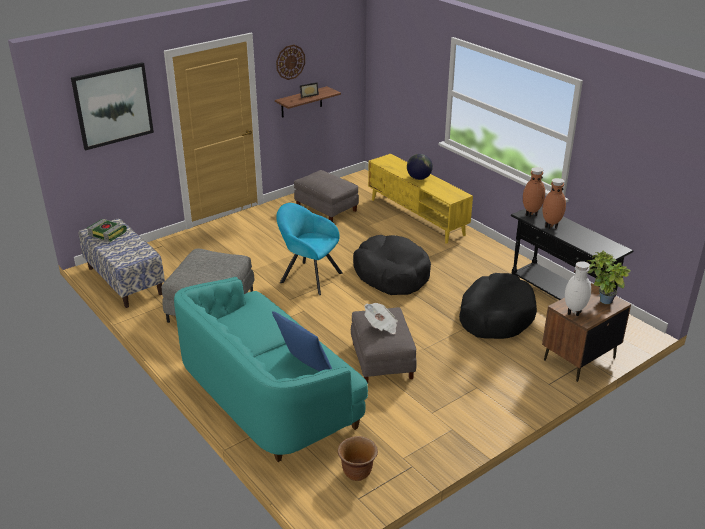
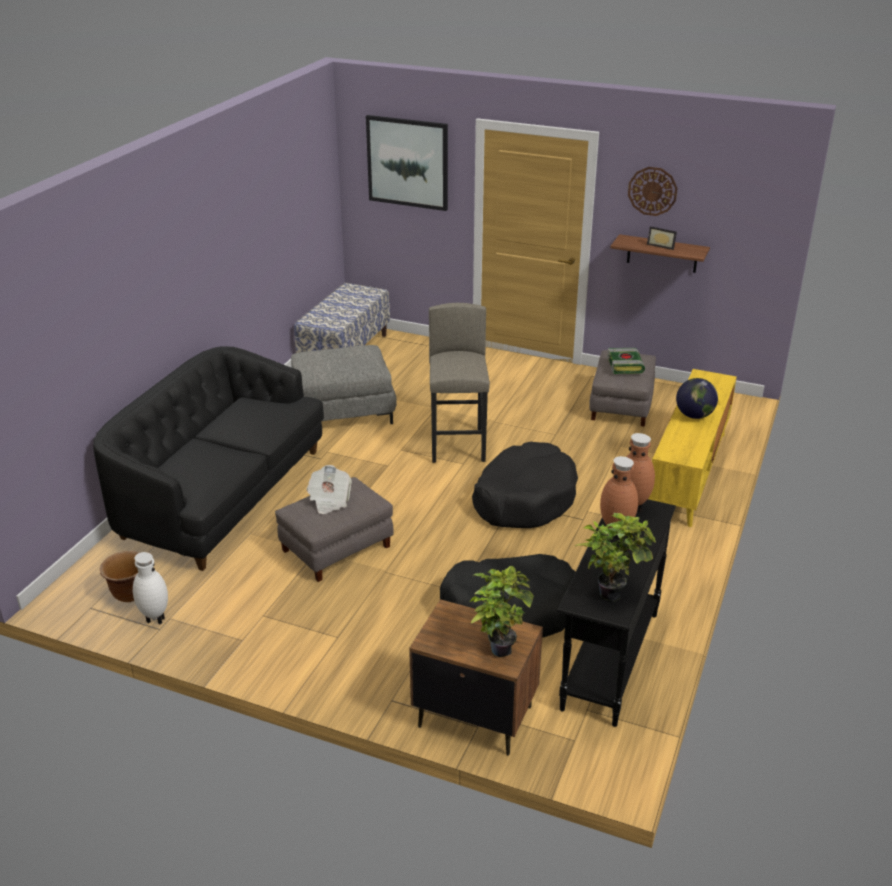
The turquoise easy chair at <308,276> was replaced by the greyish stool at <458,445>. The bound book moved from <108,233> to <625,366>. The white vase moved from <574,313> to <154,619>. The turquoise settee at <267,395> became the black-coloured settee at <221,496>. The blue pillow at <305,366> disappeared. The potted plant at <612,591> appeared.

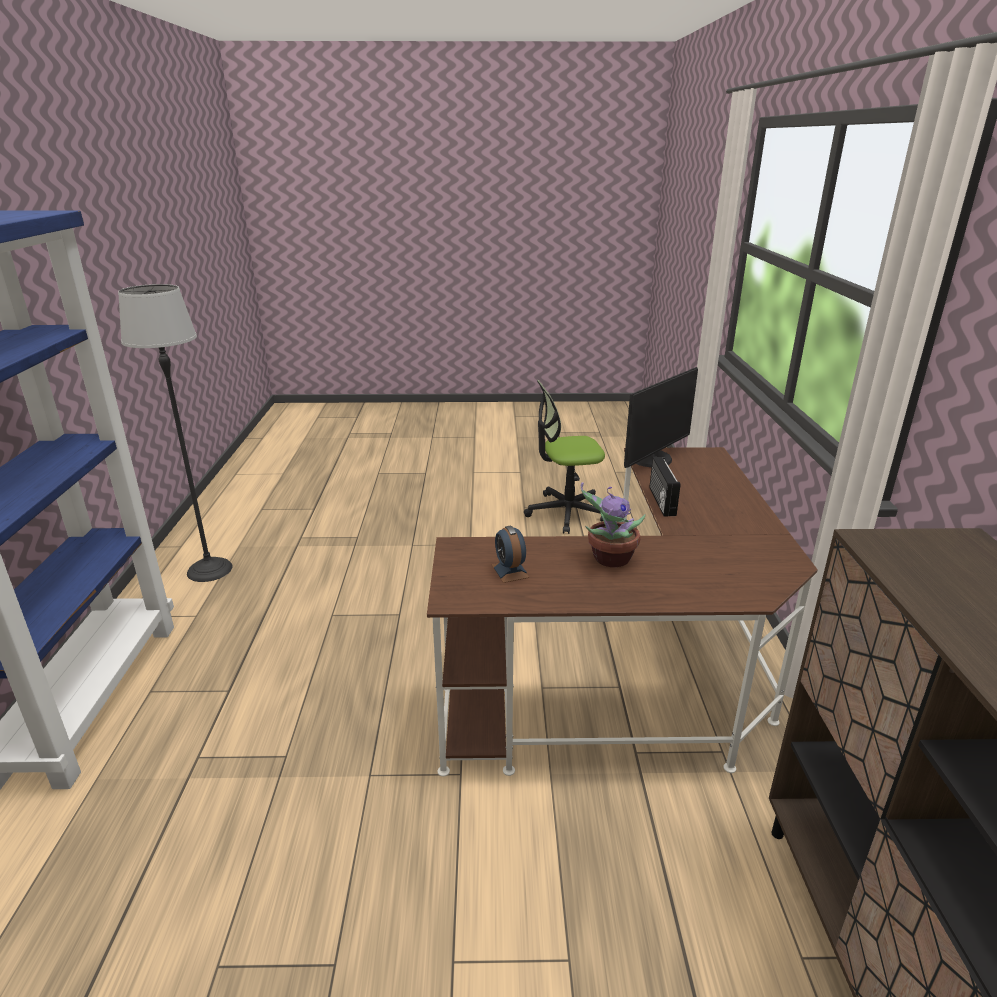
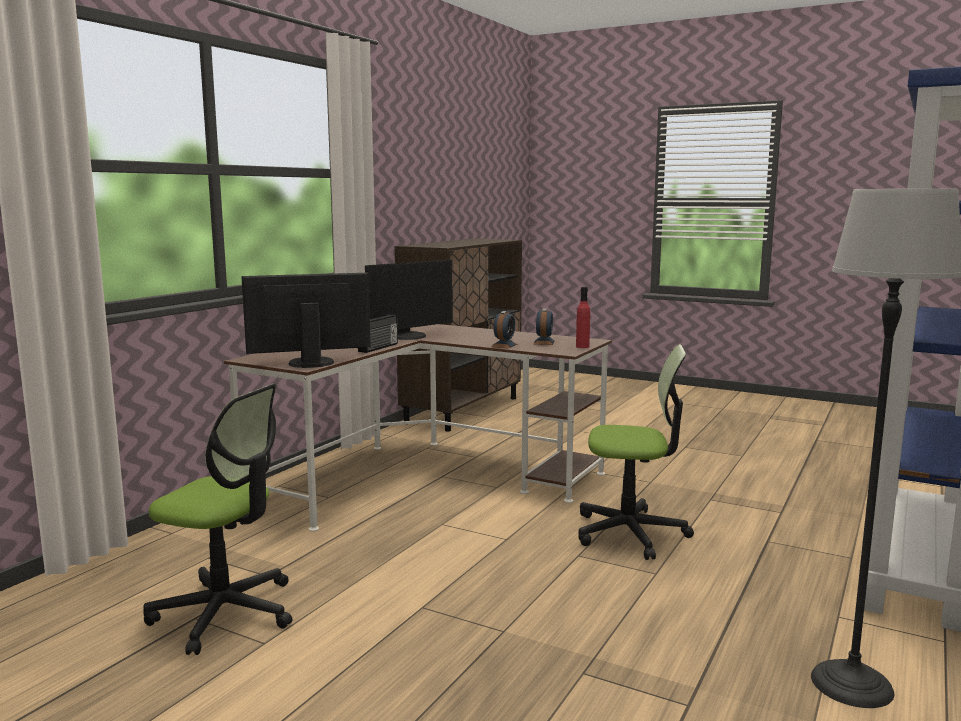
The potted plant at <609,559> disappeared. The computer display at <408,336> appeared. The red-coloured bottle at <582,346> appeared. The table clock at <504,345> appeared. The desk chair at <630,533> appeared.

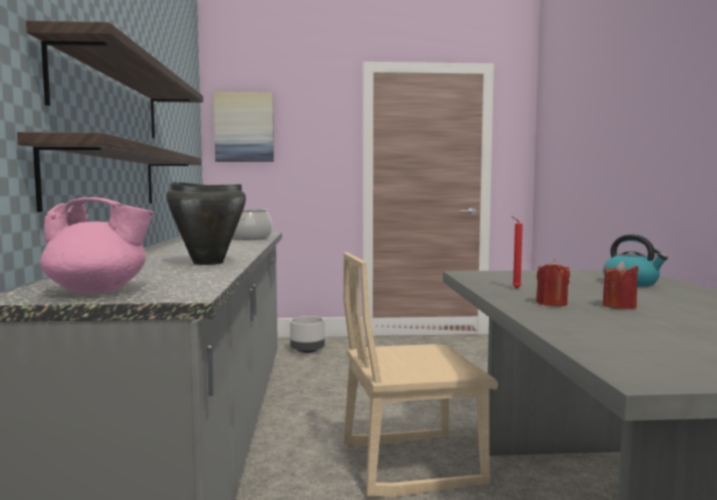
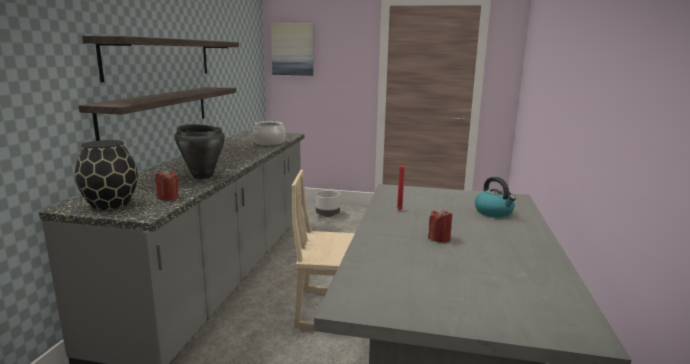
The pink teapot at <99,291> was replaced by the black-coloured vase at <110,204>. The red-coloured wax light moved from <551,303> to <168,197>.

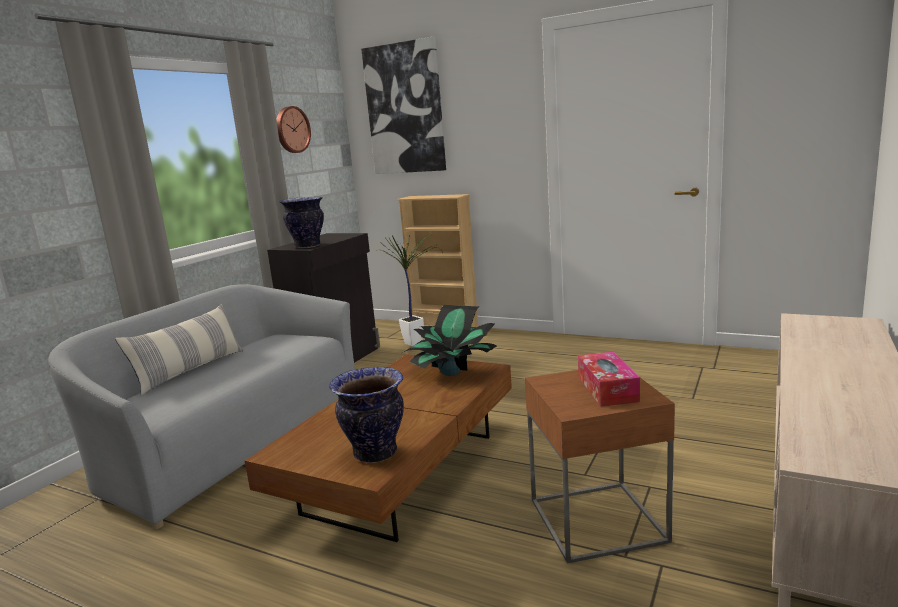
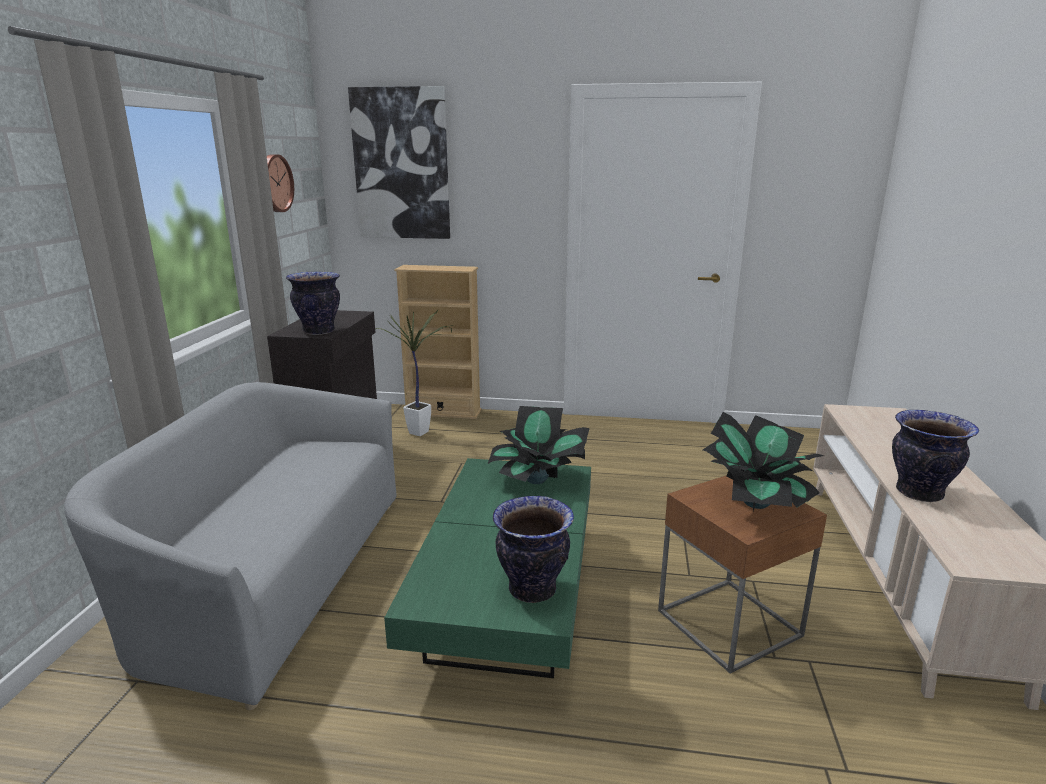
The pillow at <190,370> disappeared. The box of tissues at <607,389> was replaced by the potted plant at <756,502>. The brown low table at <402,472> became the greenish low table at <507,594>. The vase at <918,493> appeared.

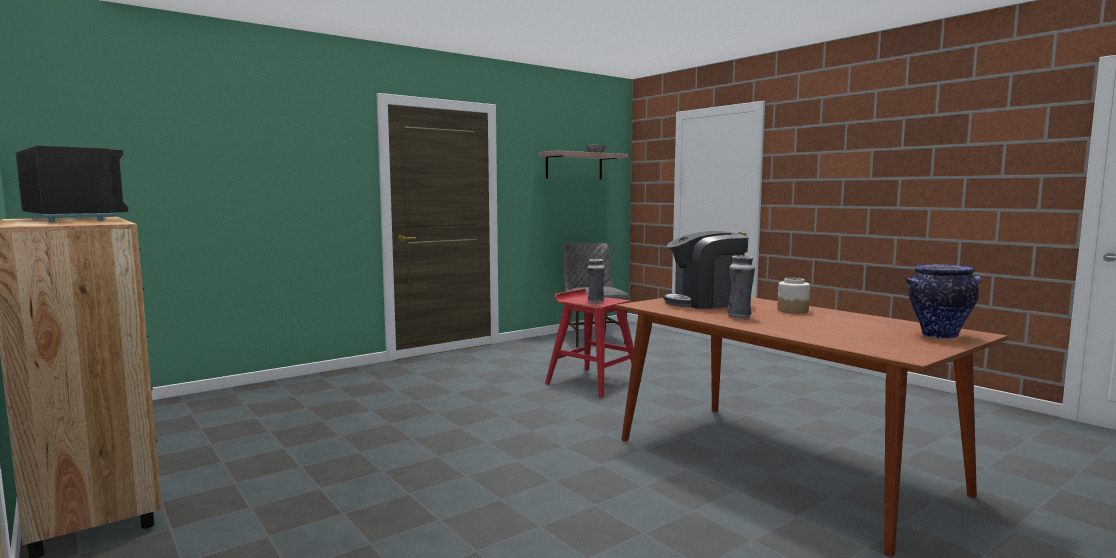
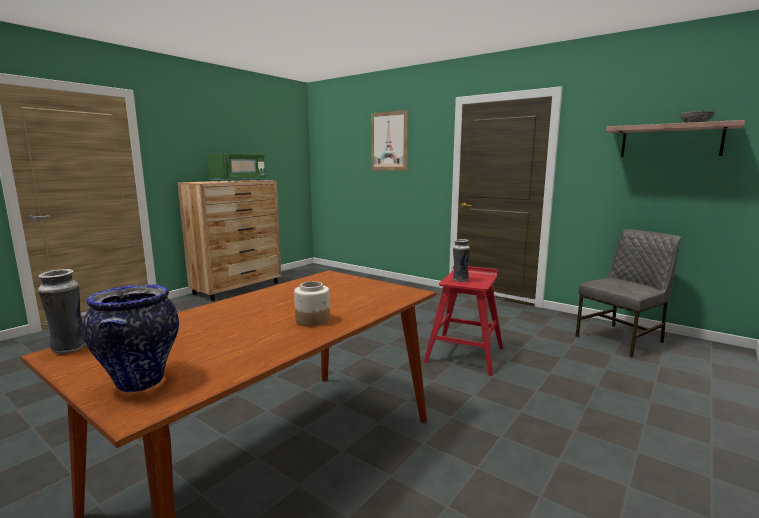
The black-coloured microwave at <72,219> became the greenish microwave at <239,181>. The coffee machine at <705,302> disappeared. The vase moved from <739,316> to <69,349>. The wall picture at <389,141> appeared.

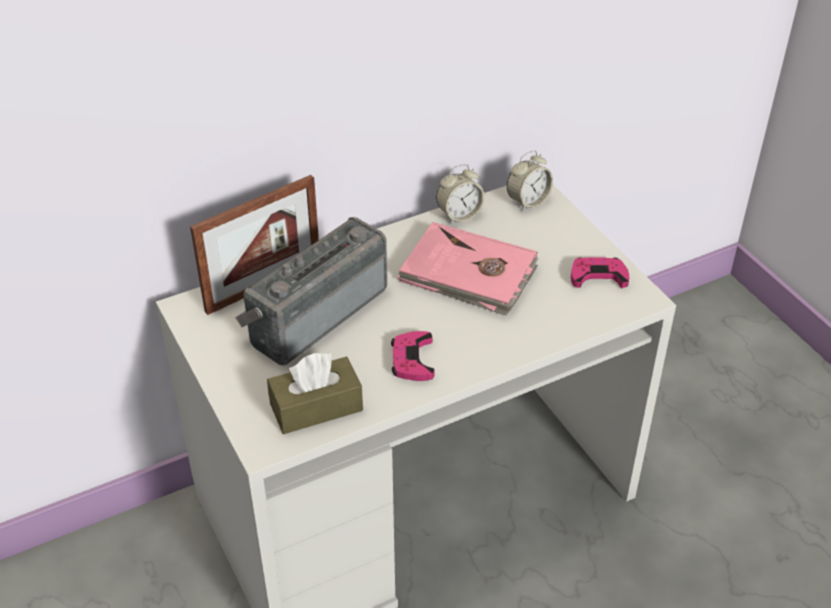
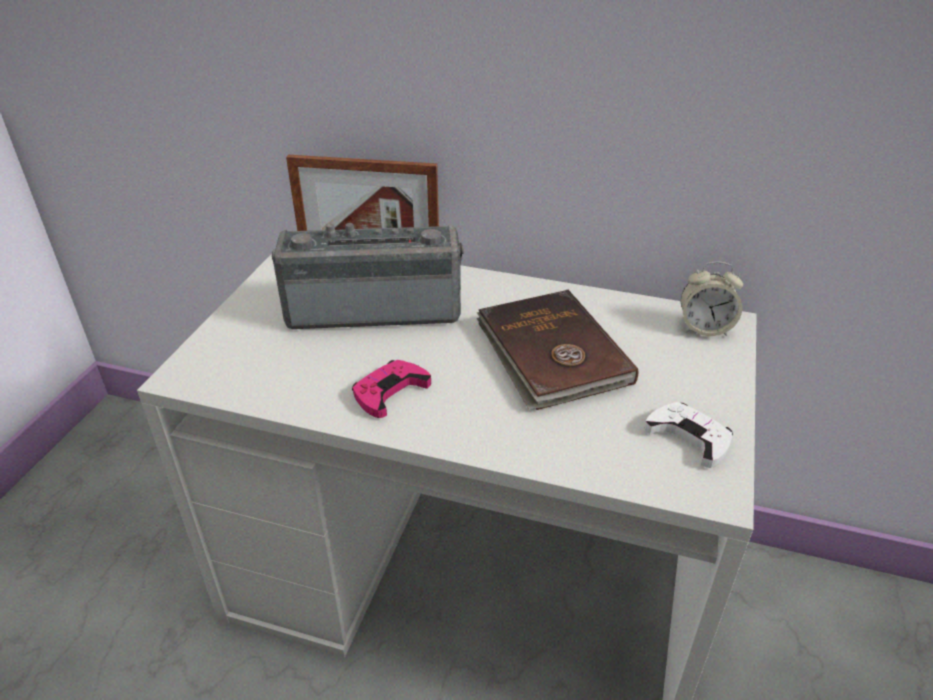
The table clock at <459,215> disappeared. The pink bound book at <468,274> became the brown bound book at <551,354>. The pink gamepad at <598,276> became the white gamepad at <689,437>. The brown box of tissues at <316,407> disappeared.

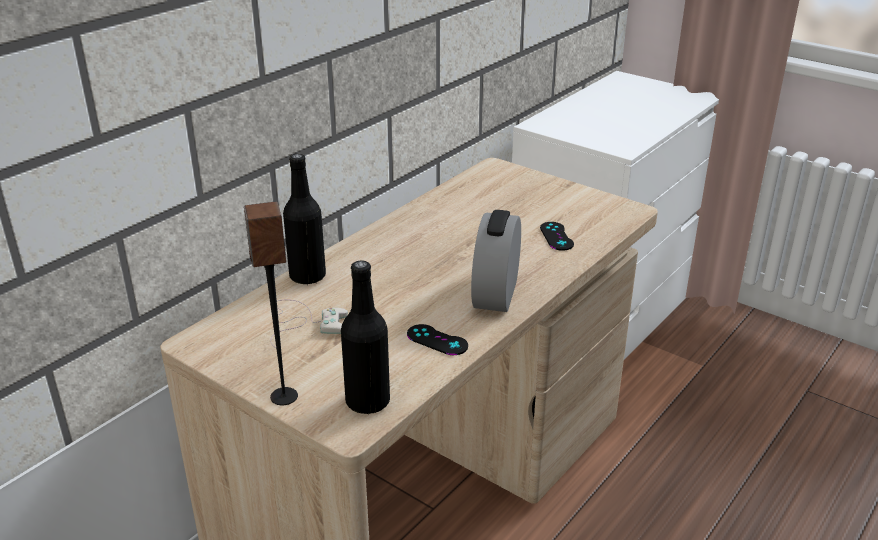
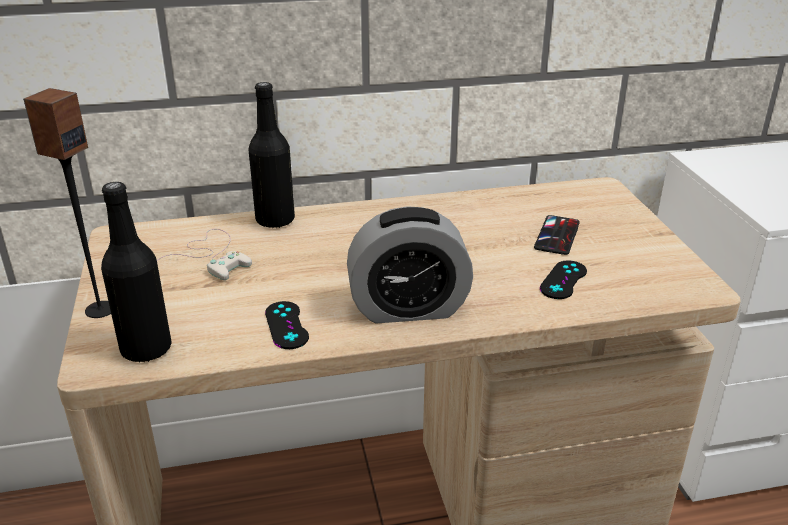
The table clock at <495,294> turned 150 degrees counterclockwise. The phone at <557,235> appeared.

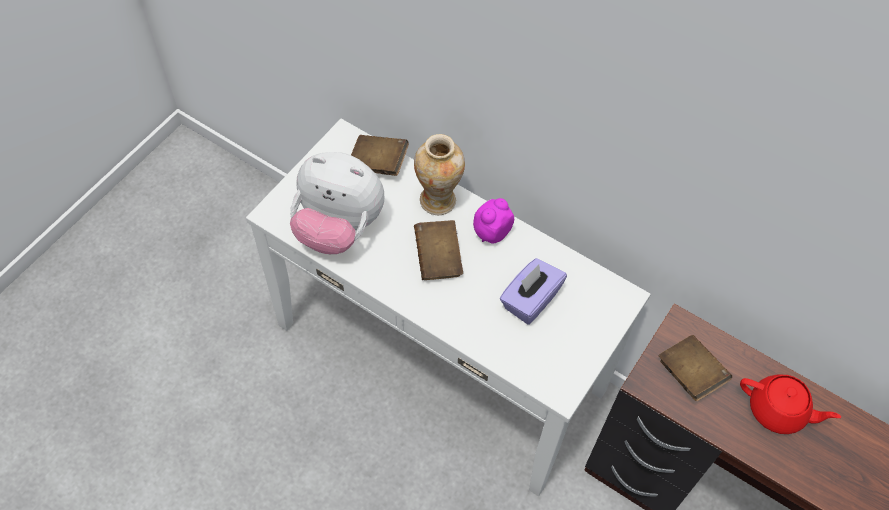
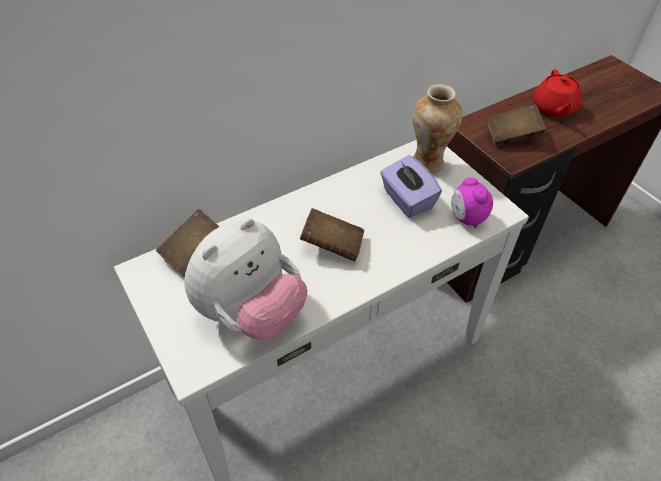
The vase moved from <438,201> to <428,164>. The table clock moved from <491,232> to <466,218>. The red-coloured teapot at <778,411> turned 135 degrees clockwise.

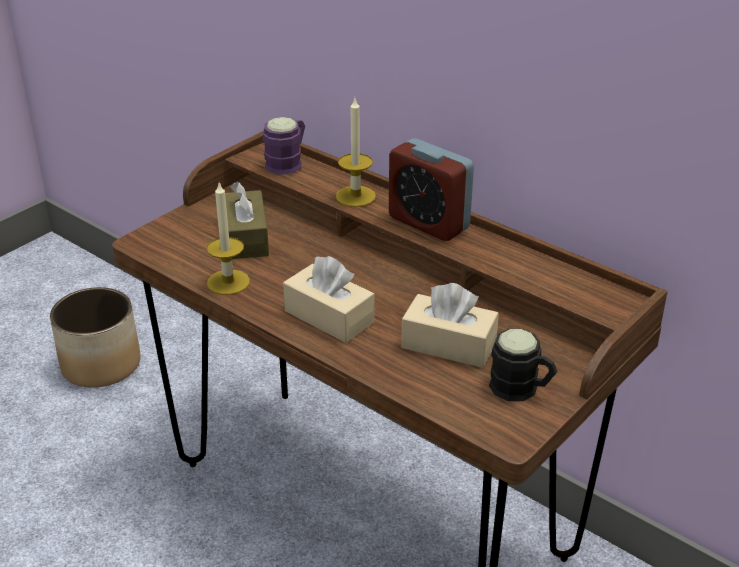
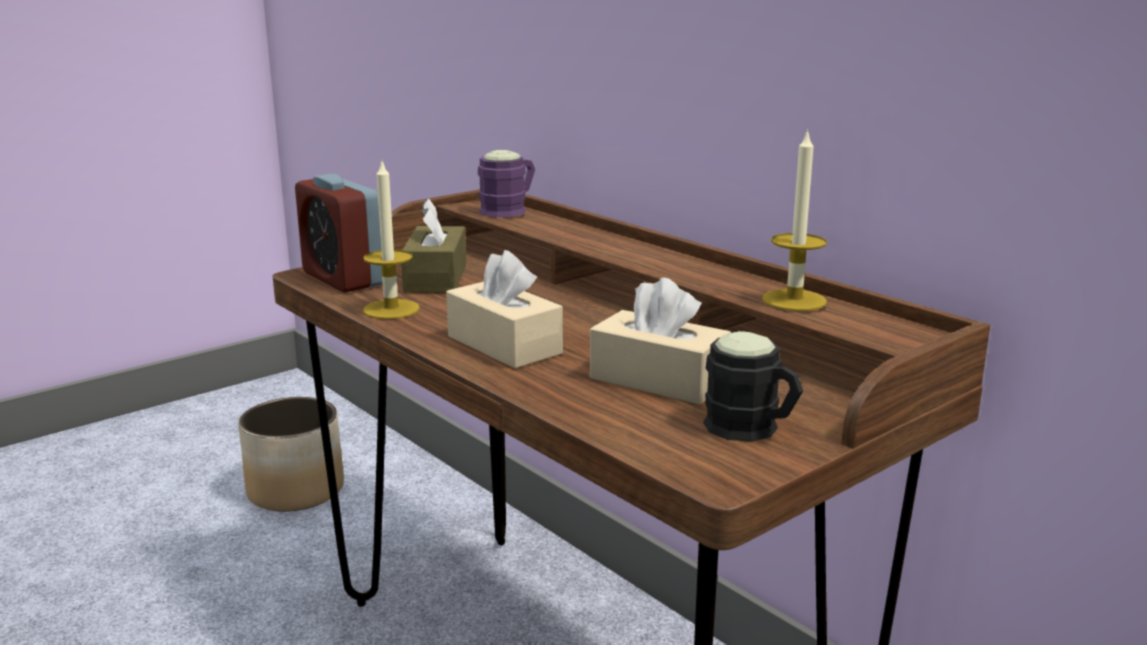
The wax light moved from <355,196> to <794,300>. The table clock moved from <428,223> to <343,279>.

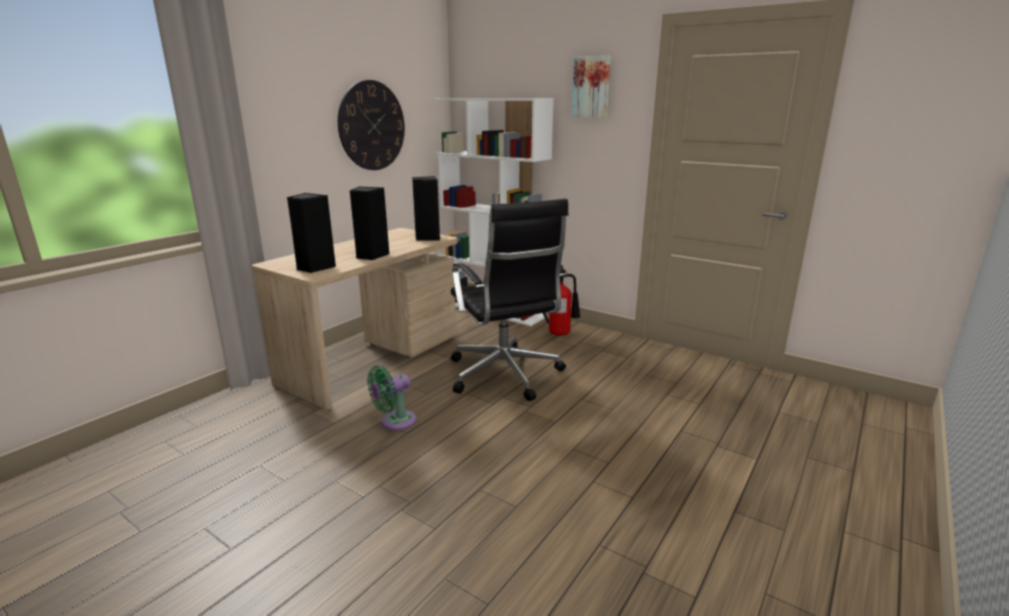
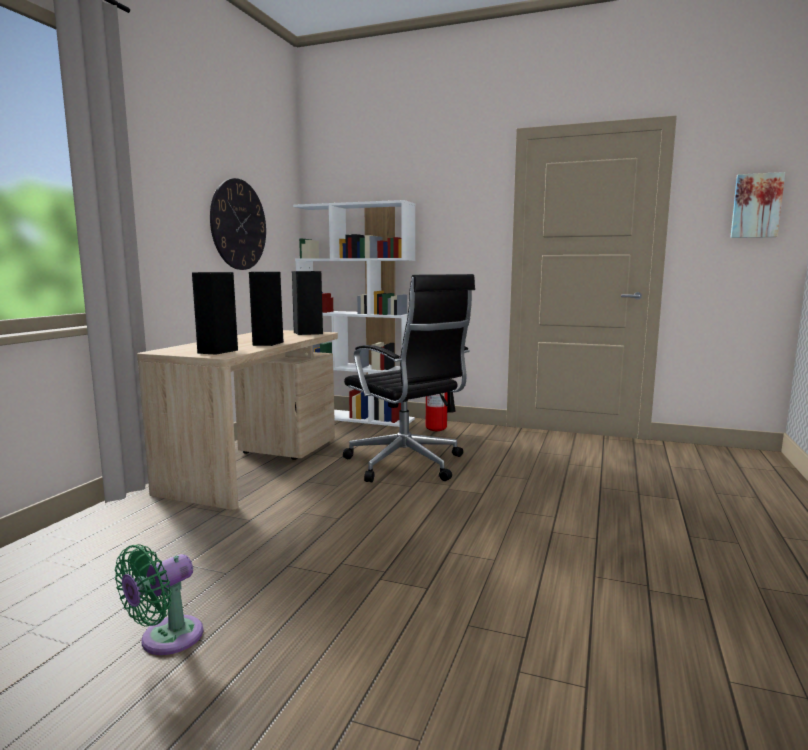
The wall picture moved from <591,87> to <756,206>. The greenish cooling fan moved from <395,422> to <166,639>.

